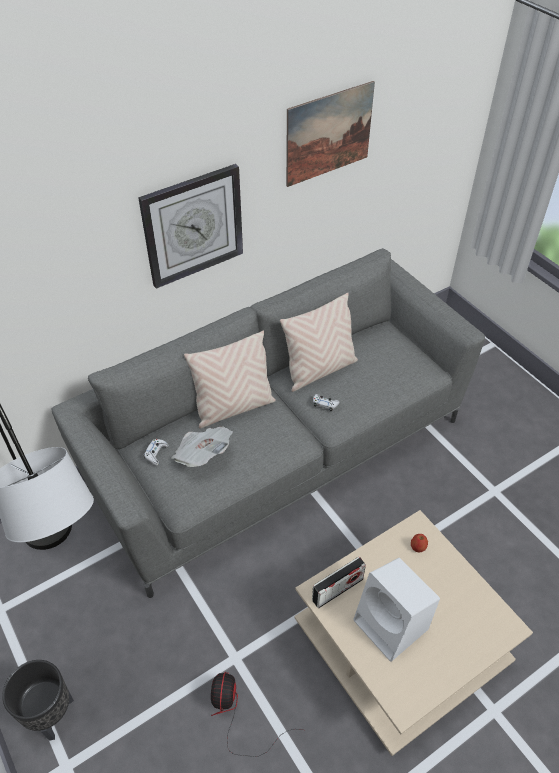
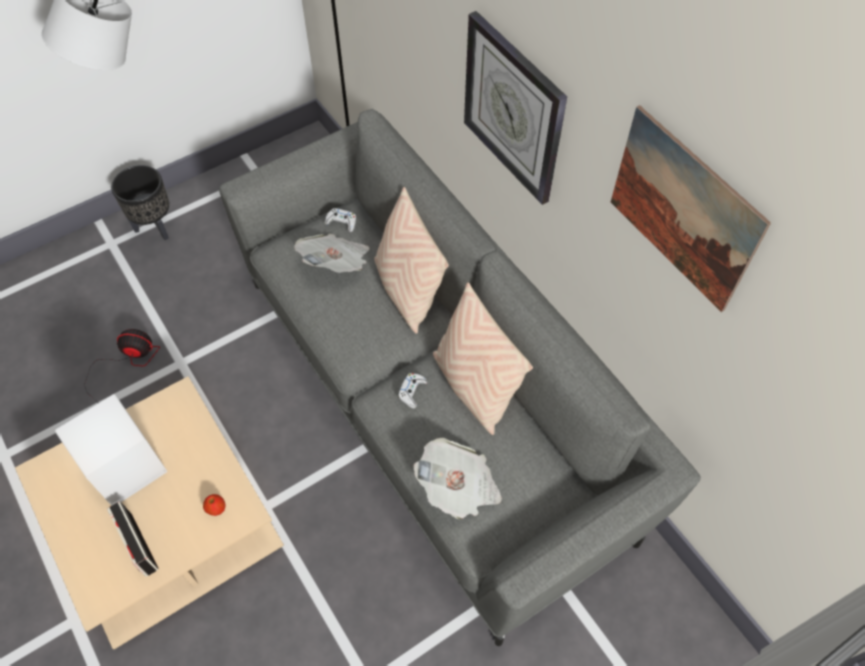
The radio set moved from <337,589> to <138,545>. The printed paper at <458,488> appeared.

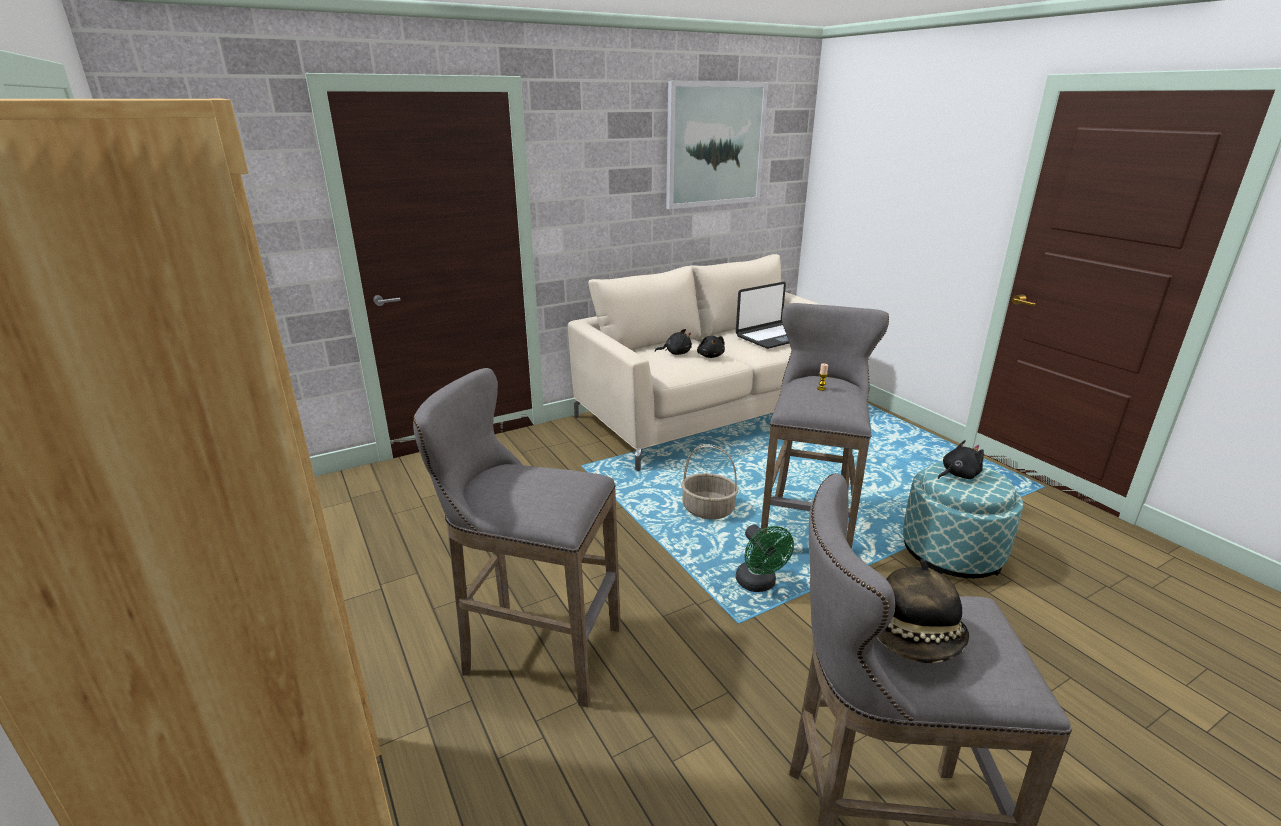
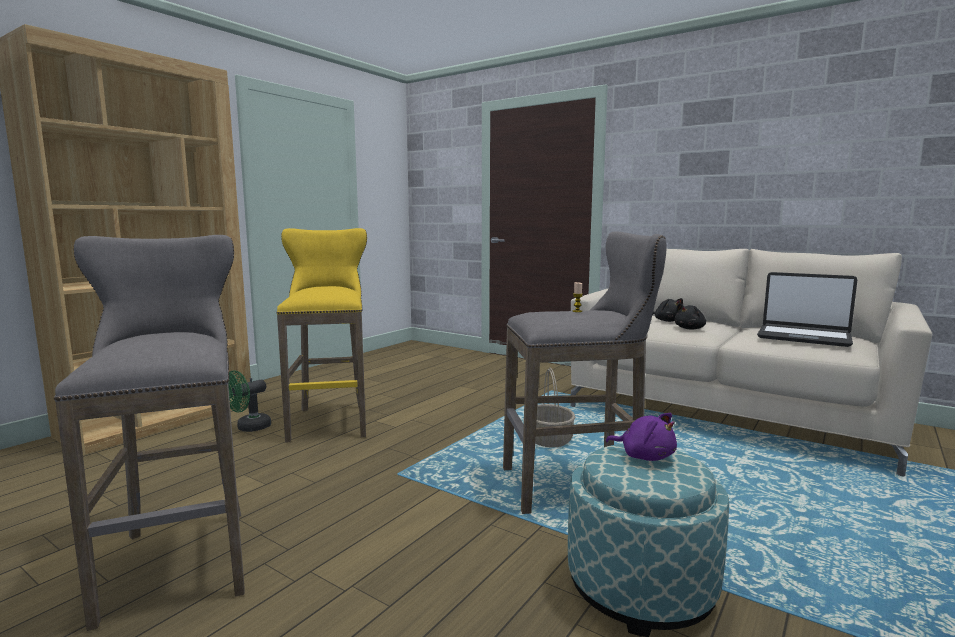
The wall picture at <715,145> disappeared. The greyish stool at <534,650> became the yellowish stool at <330,420>. The black-coloured plush toy at <958,474> became the purple plush toy at <644,456>. The greenish cooling fan moved from <759,584> to <249,428>. The hat at <916,640> disappeared.

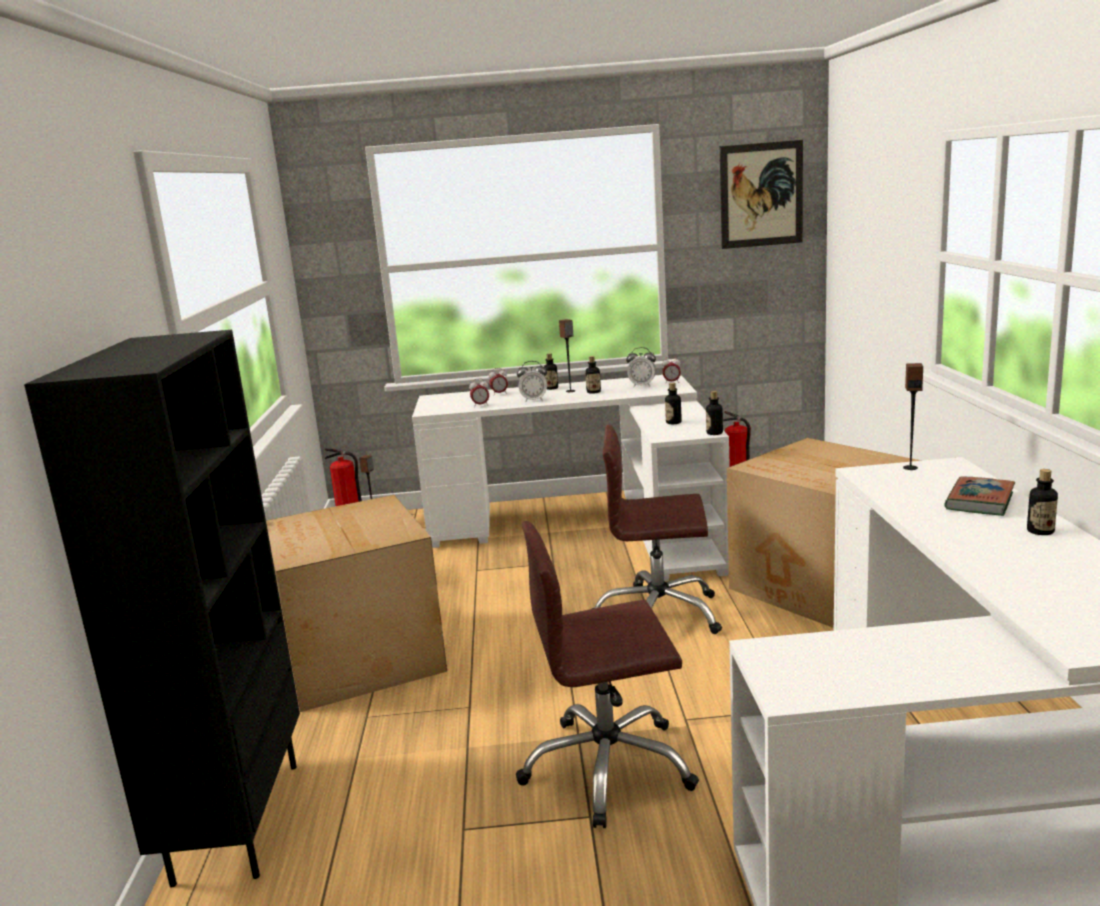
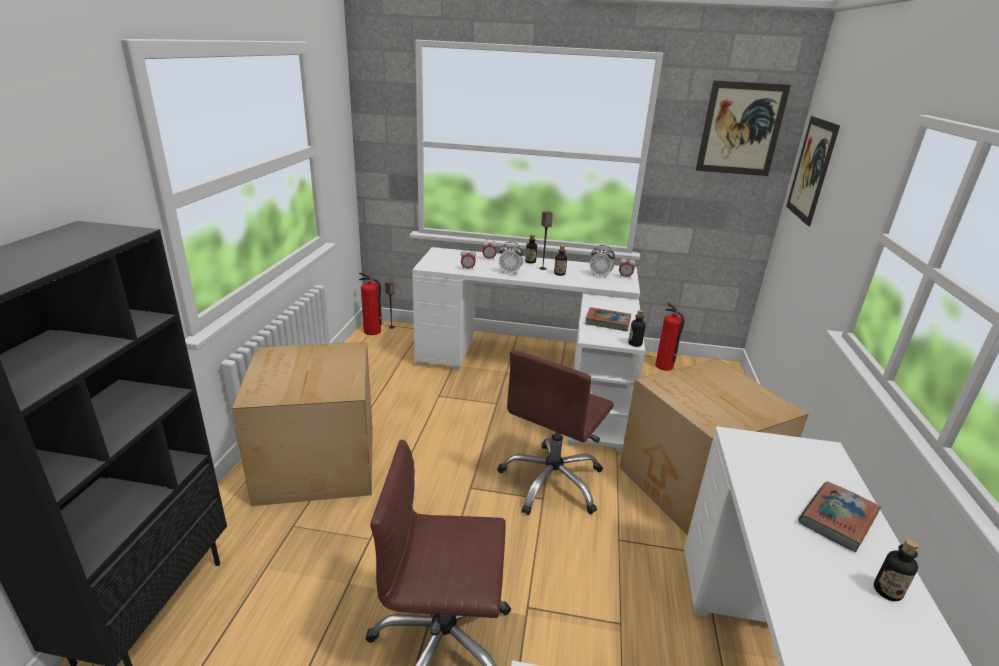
The loudspeaker at <910,467> disappeared. The bottle at <673,422> was replaced by the bound book at <607,322>. The brown desk chair at <658,616> turned 75 degrees counterclockwise. The wall picture at <811,170> appeared.

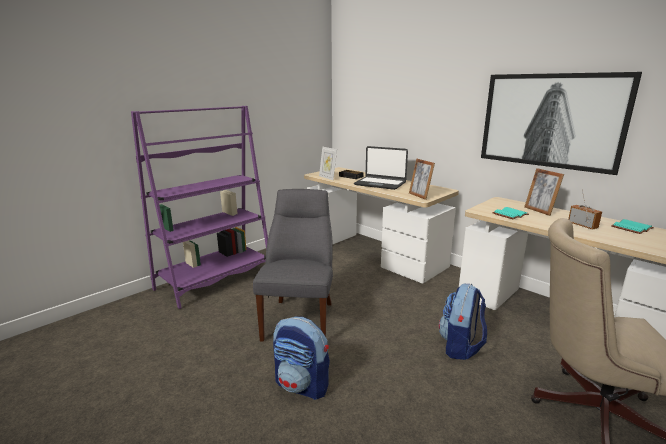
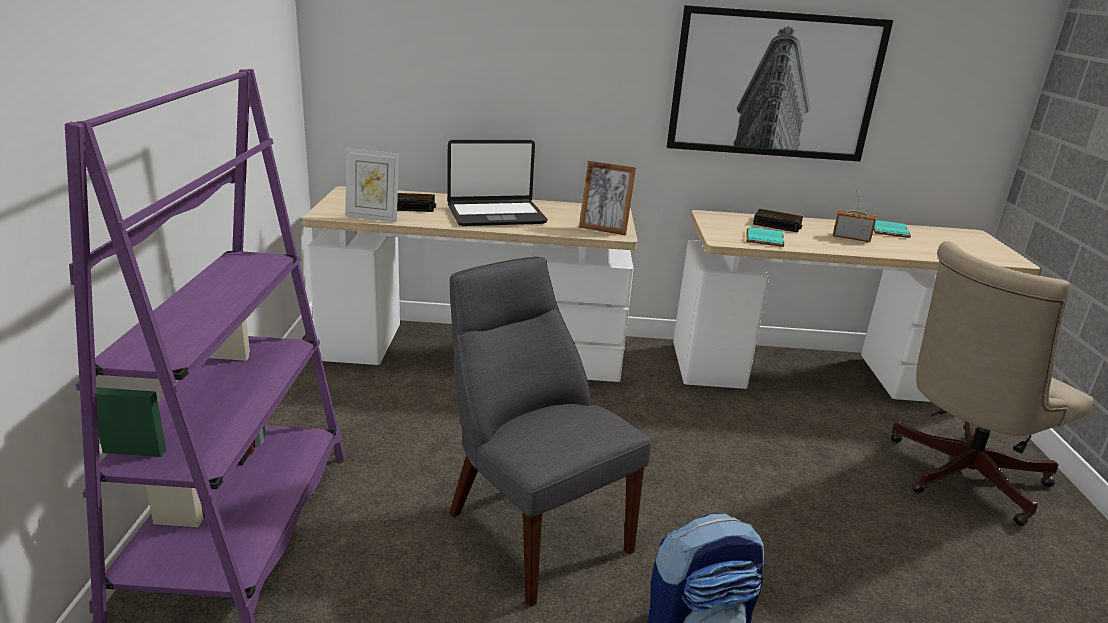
The standing frame at <539,211> was replaced by the table clock at <778,225>. The knapsack at <461,346> disappeared.

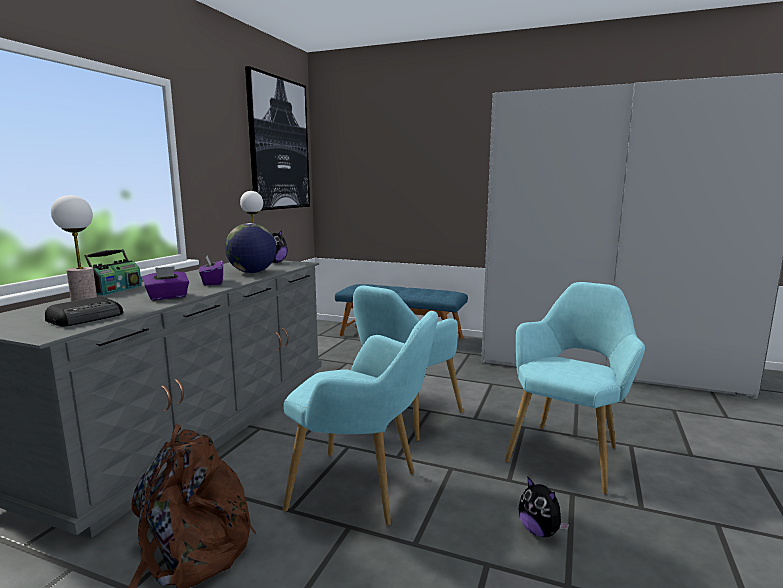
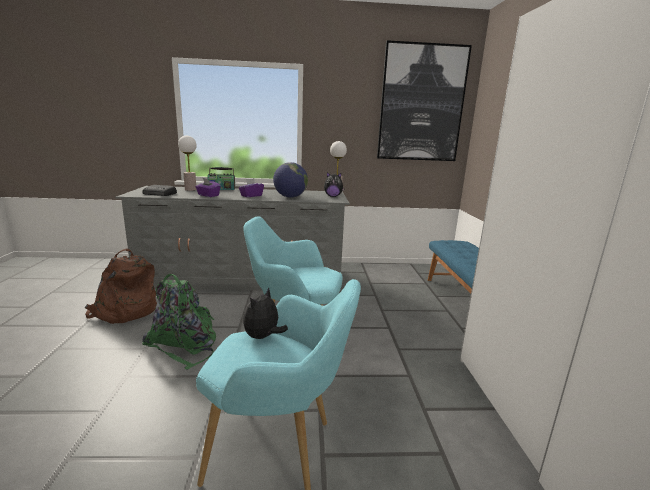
The turquoise easy chair at <363,490> was replaced by the greenish knapsack at <185,344>. The plush toy moved from <540,531> to <263,337>.

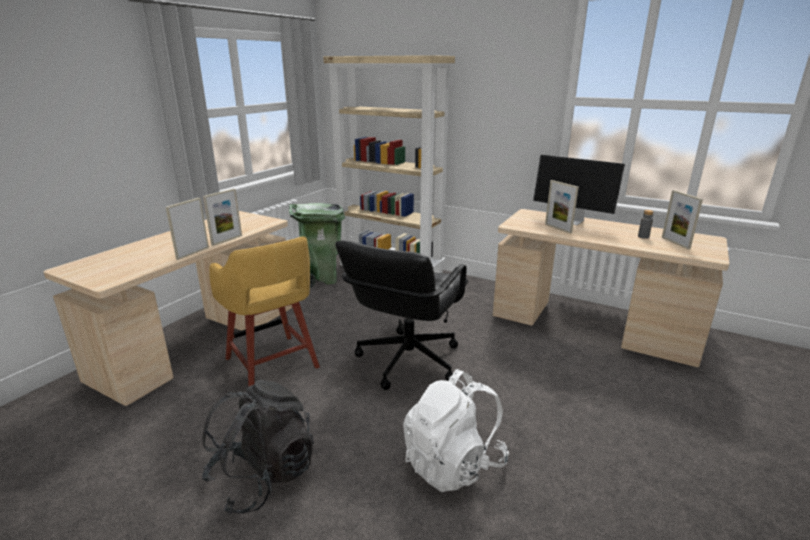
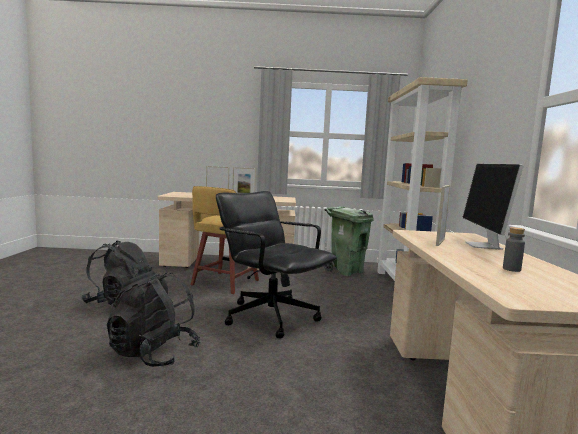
The standing frame at <675,243> disappeared. The black-coloured desk chair at <407,360> turned 45 degrees clockwise. The white knapsack at <453,463> became the black-coloured knapsack at <153,354>.

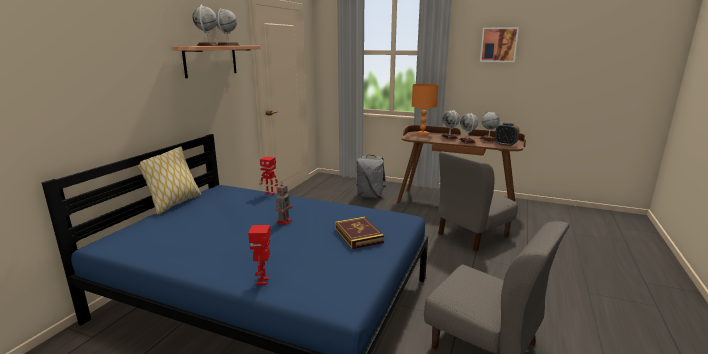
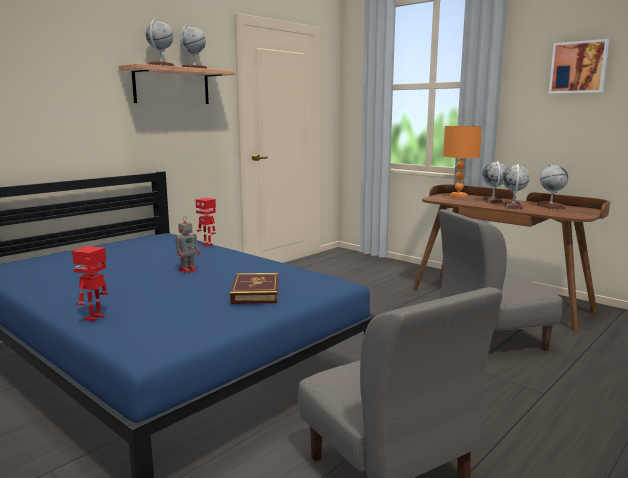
The table clock at <505,145> disappeared. The pillow at <174,204> disappeared. The greyish knapsack at <370,196> disappeared.

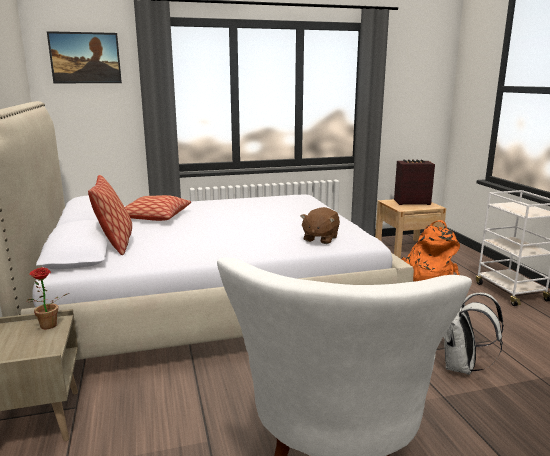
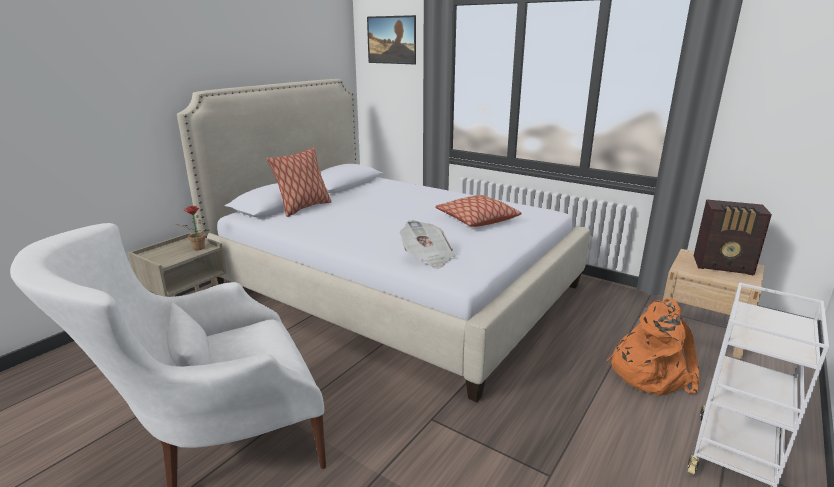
The radio set at <411,202> turned 150 degrees clockwise. The pillow moved from <154,217> to <476,220>. The brown plush toy at <320,238> was replaced by the printed paper at <427,258>. The white knapsack at <462,367> disappeared.

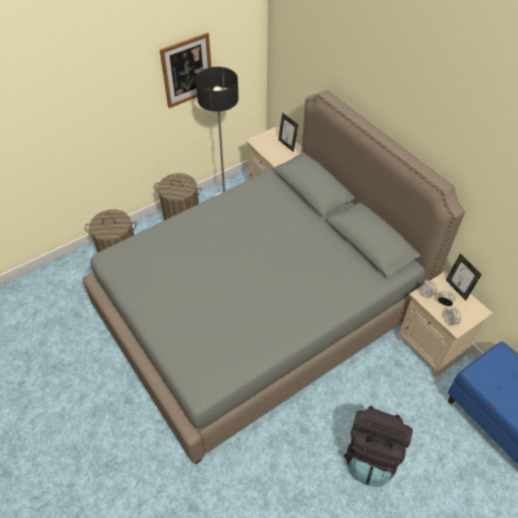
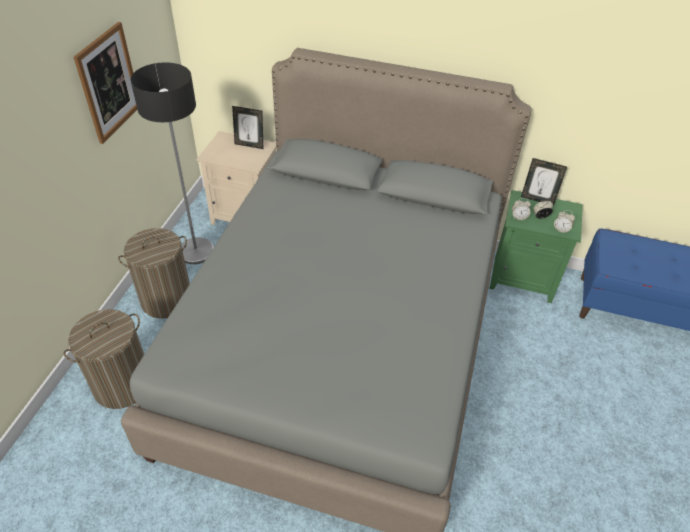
The beige-coloured nightstand at <432,346> became the greenish nightstand at <523,278>. The black-coloured knapsack at <371,456> disappeared.

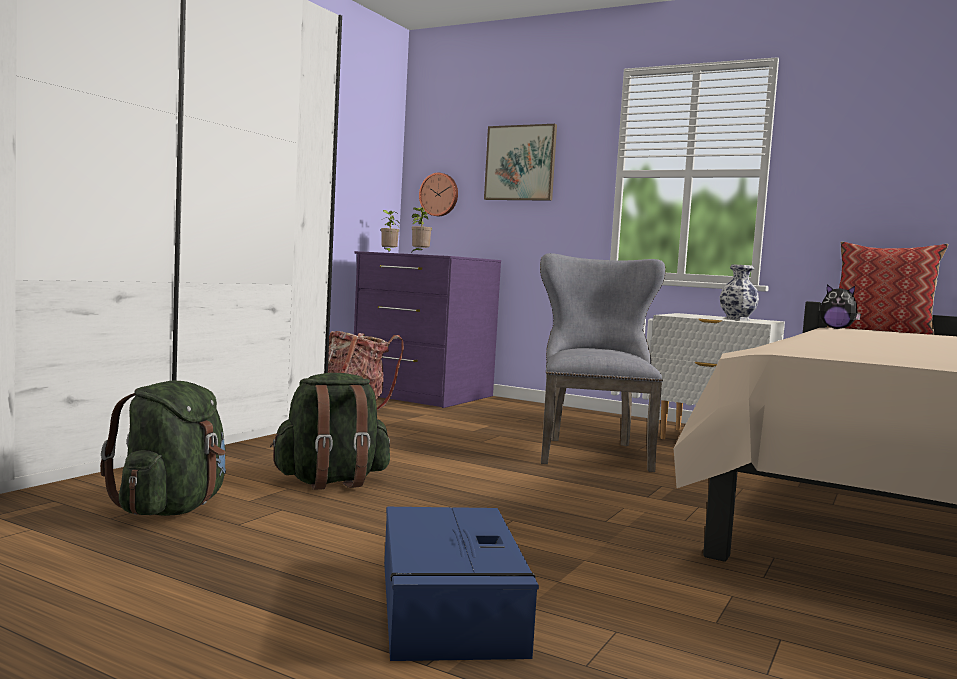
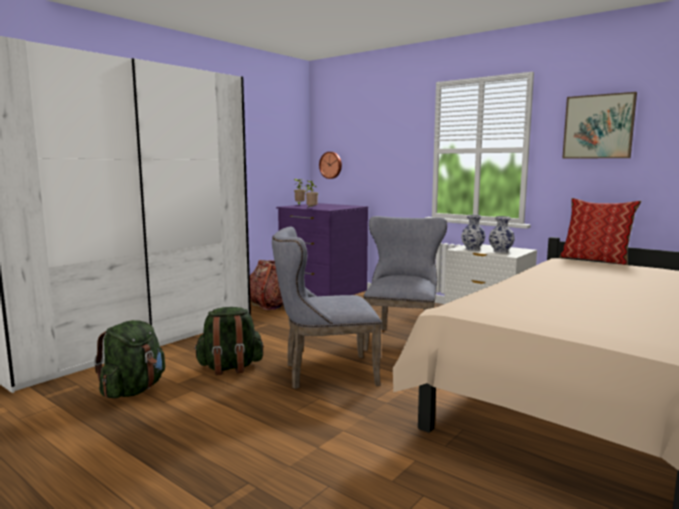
The wall picture moved from <520,163> to <598,126>. The plush toy at <837,328> disappeared. The blue storage box at <449,606> disappeared. The vase at <472,249> appeared. The greyish upright chair at <324,373> appeared.

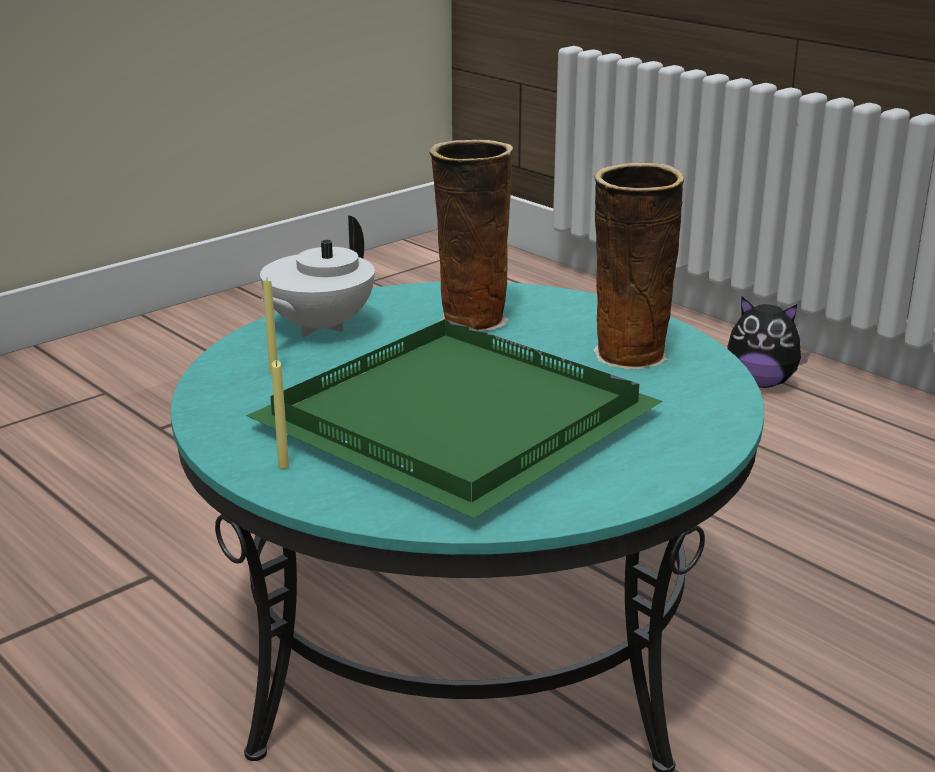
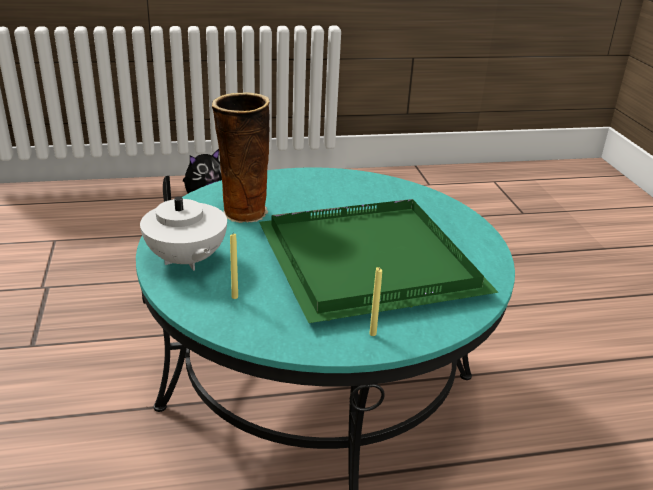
The vase at <628,356> disappeared.

